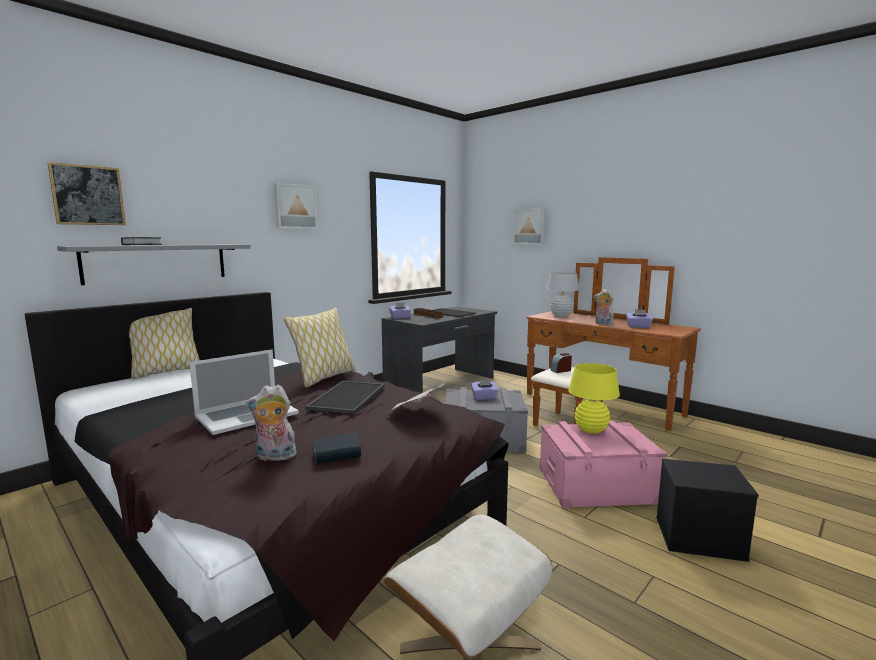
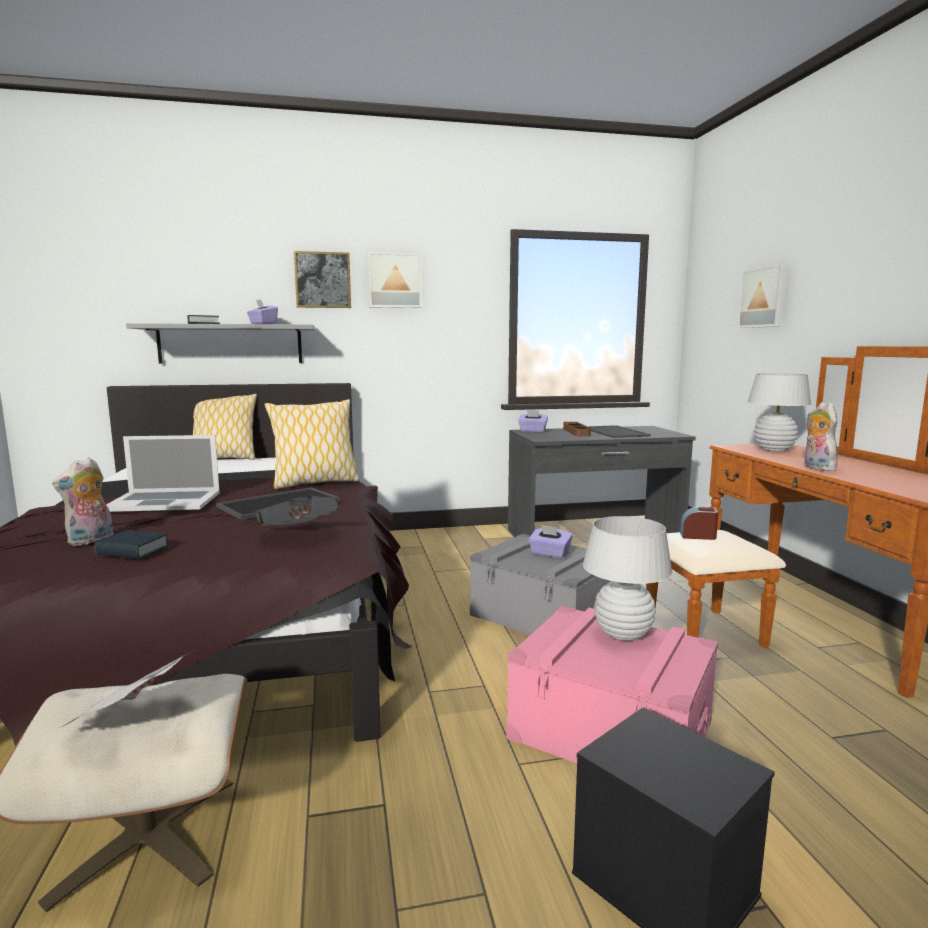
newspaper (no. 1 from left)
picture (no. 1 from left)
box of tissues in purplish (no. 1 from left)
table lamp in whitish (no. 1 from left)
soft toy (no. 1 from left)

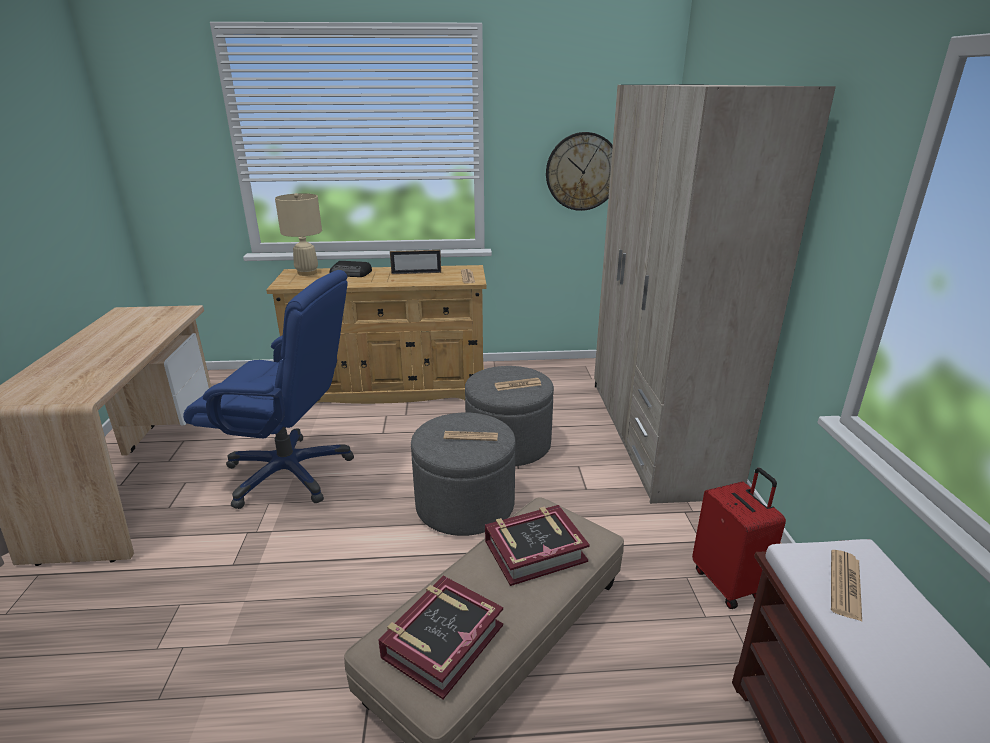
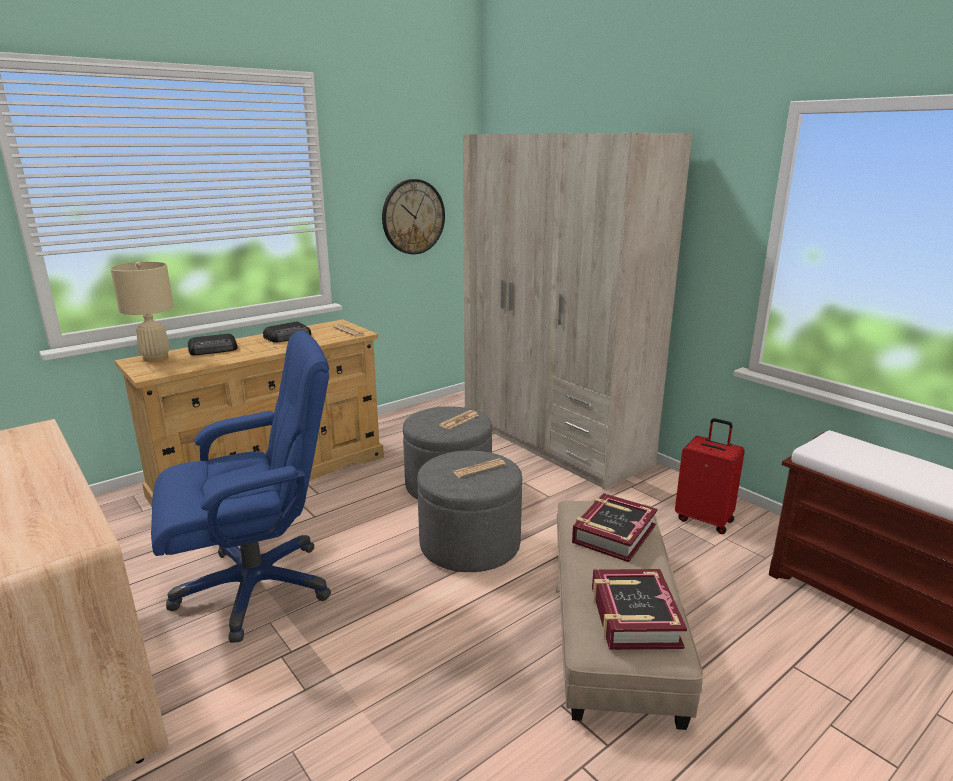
newspaper (no. 4 from left in the first image)
radio (no. 2 from left)

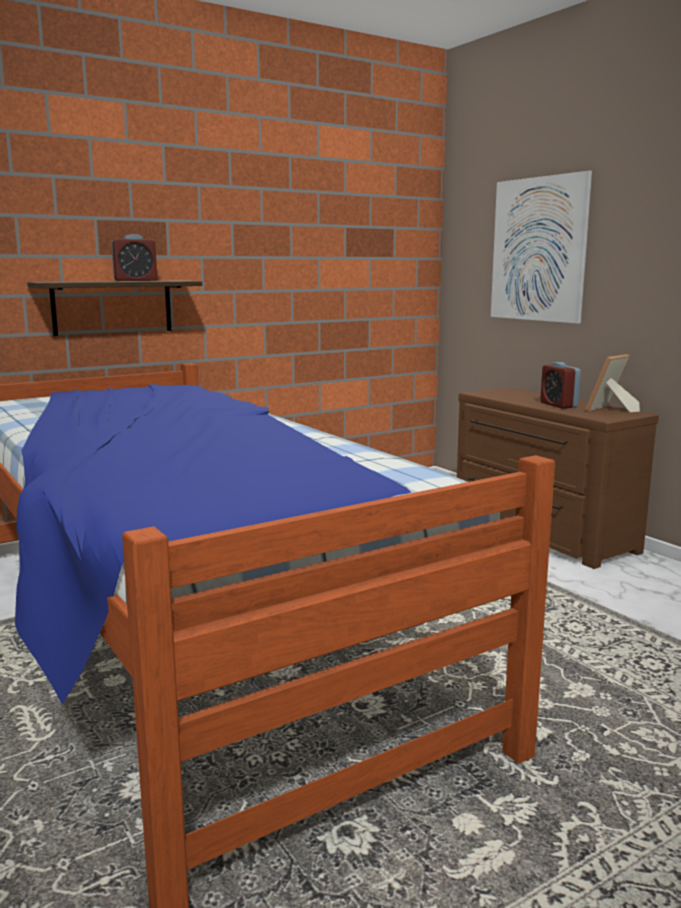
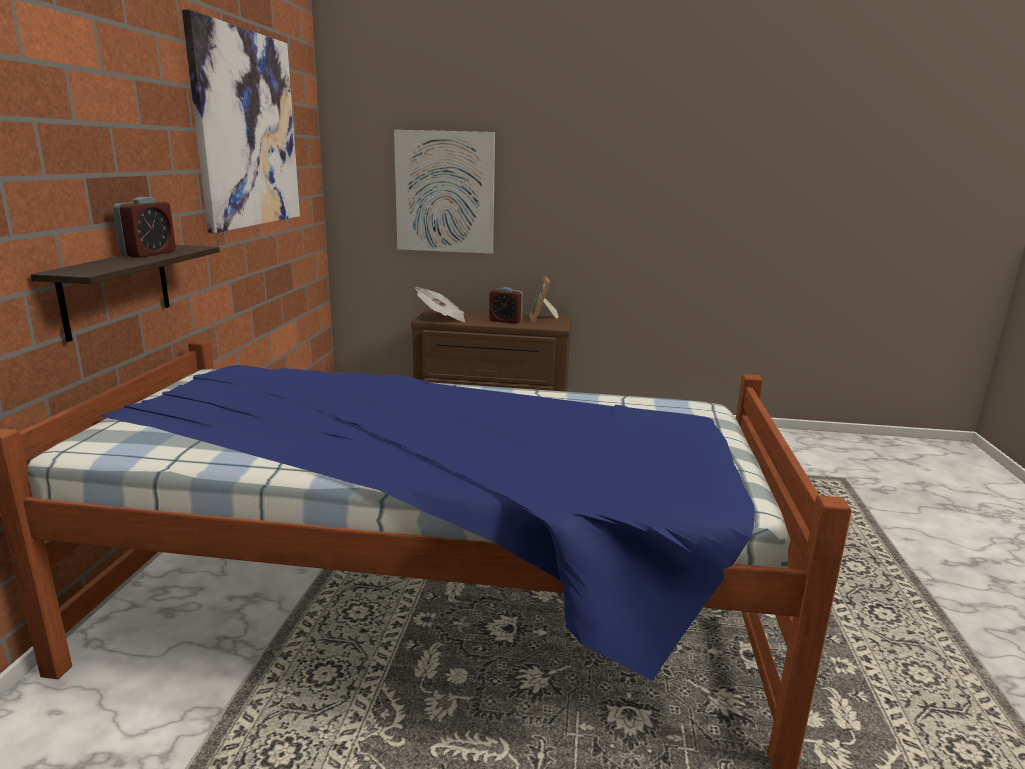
picture (no. 1 from left)
newspaper

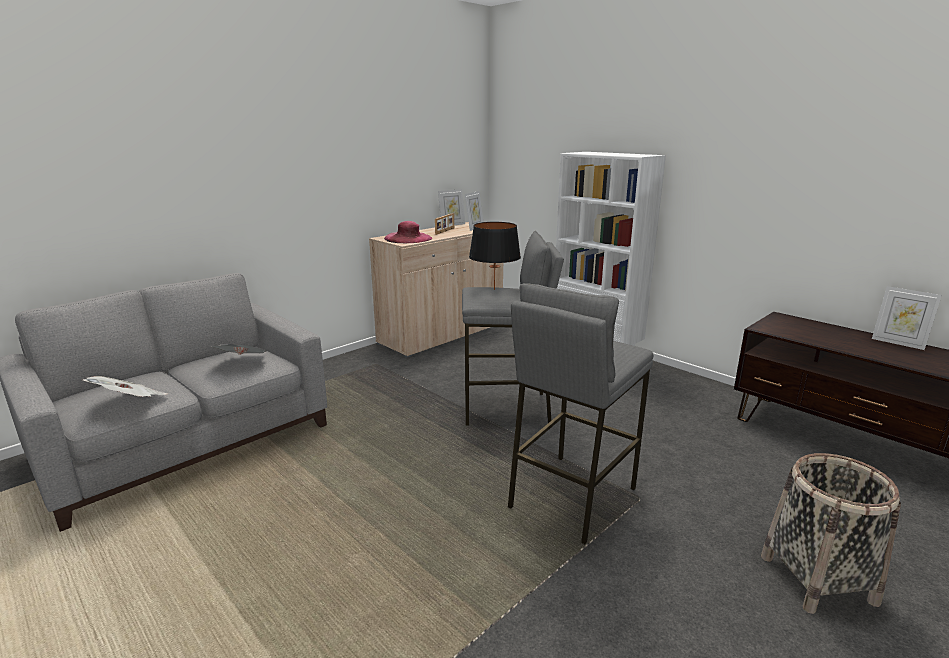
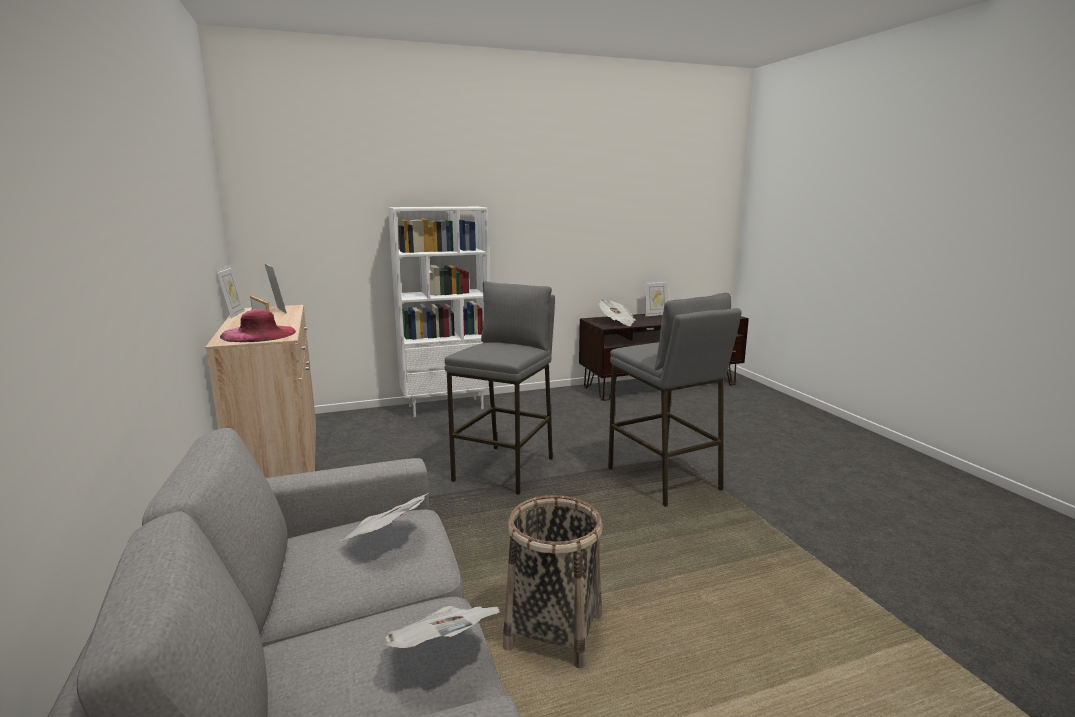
table lamp in blackish
newspaper (no. 3 from left)
household basket

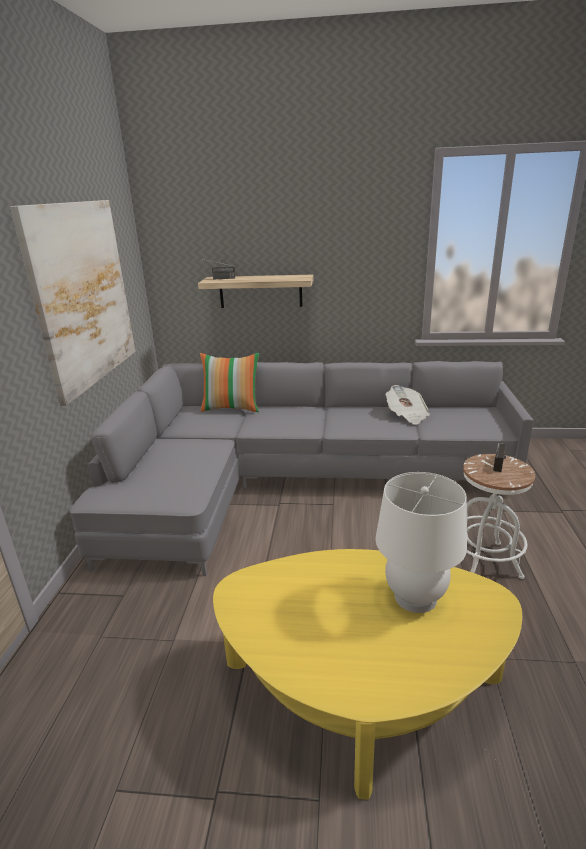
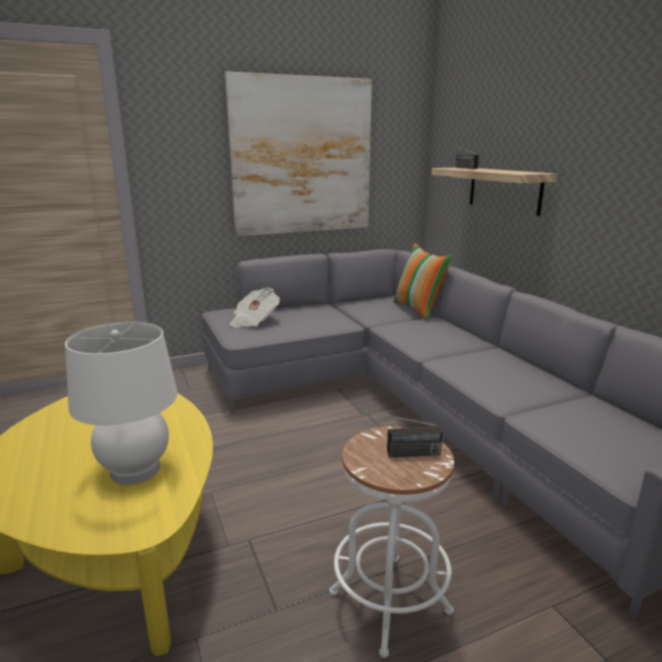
newspaper

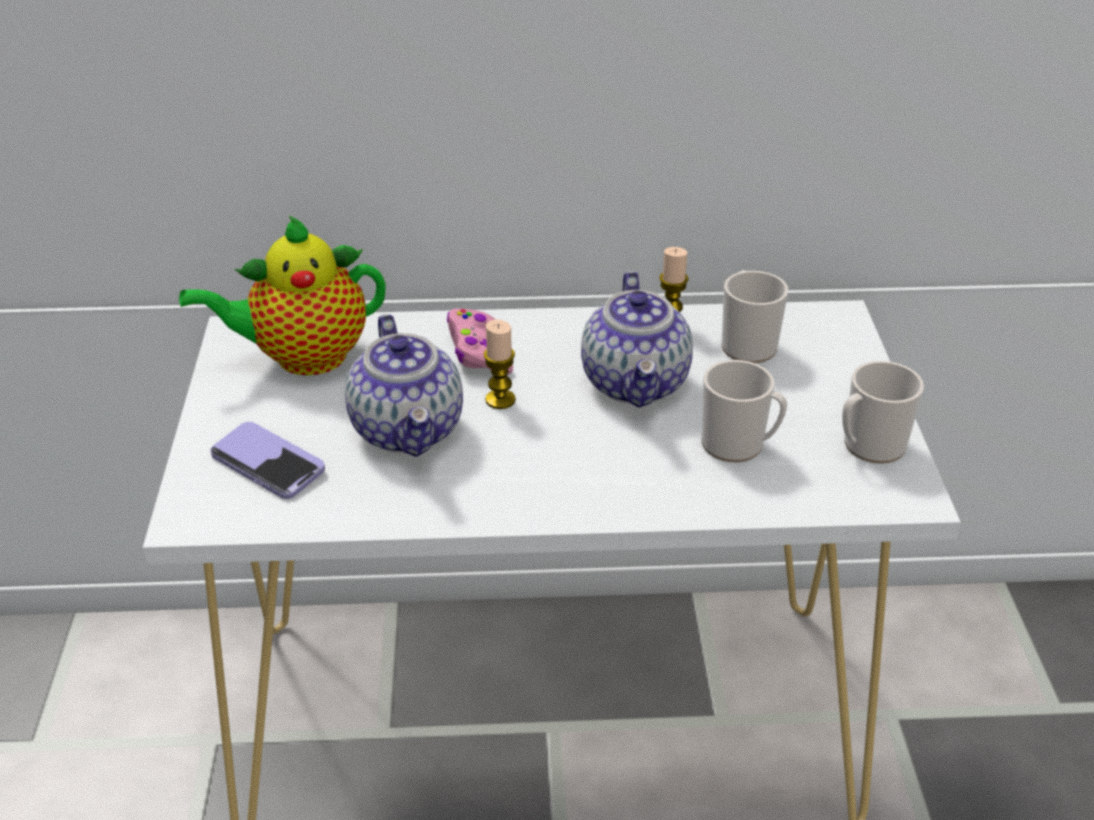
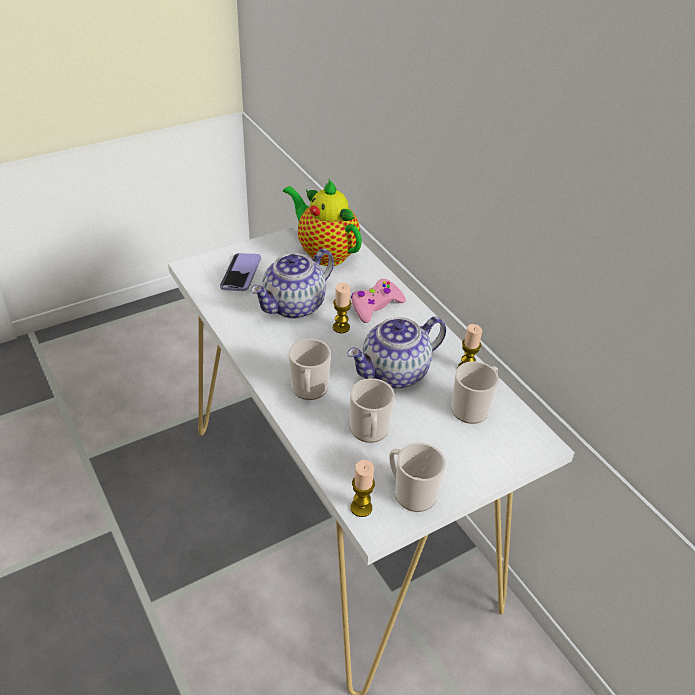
mug (no. 1 from left)
candle (no. 2 from left)

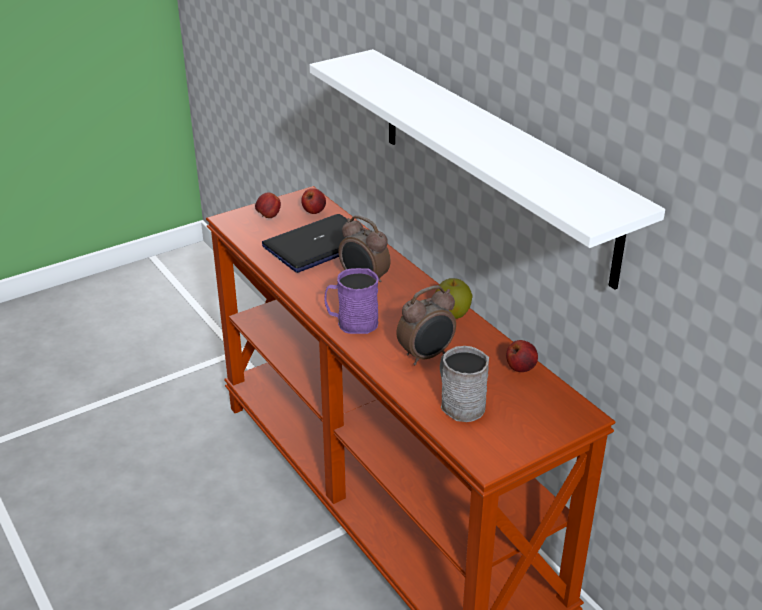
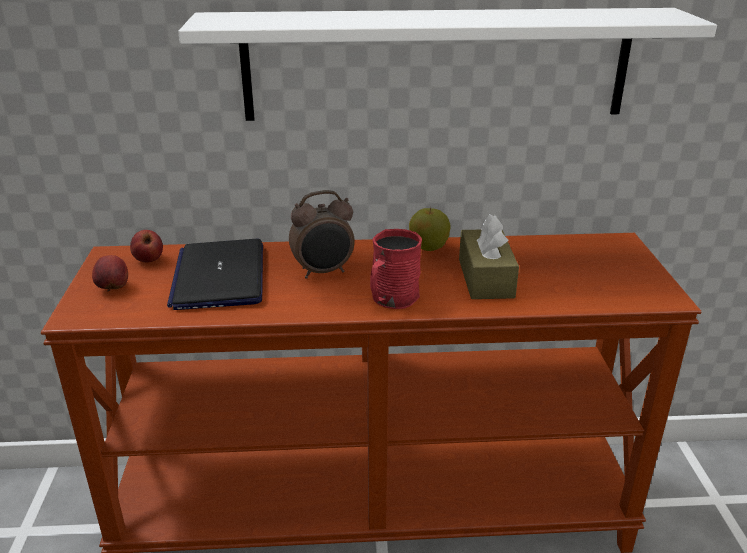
mug in gray
apple (no. 4 from left in the first image)
box of tissues in brown-coloured
mug in red

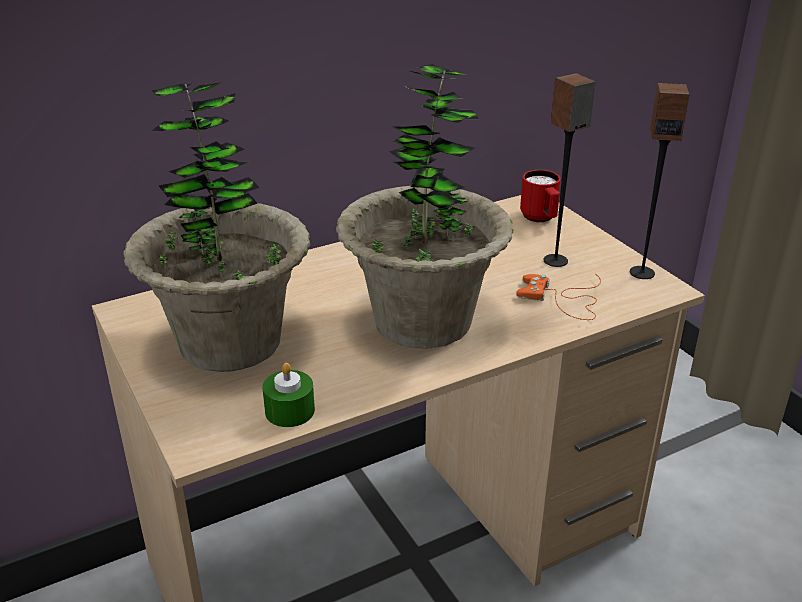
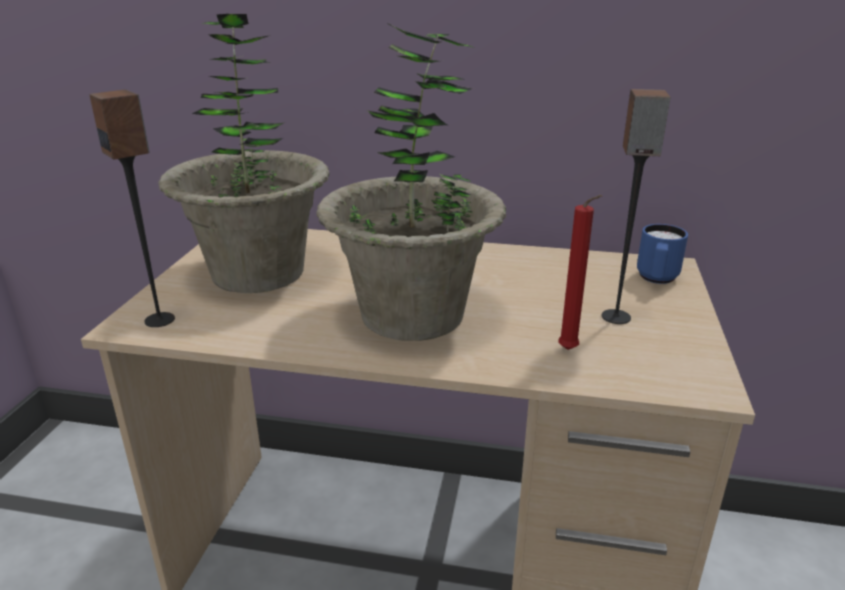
candle in green
speaker (no. 1 from left)
candle in red
mug in blue

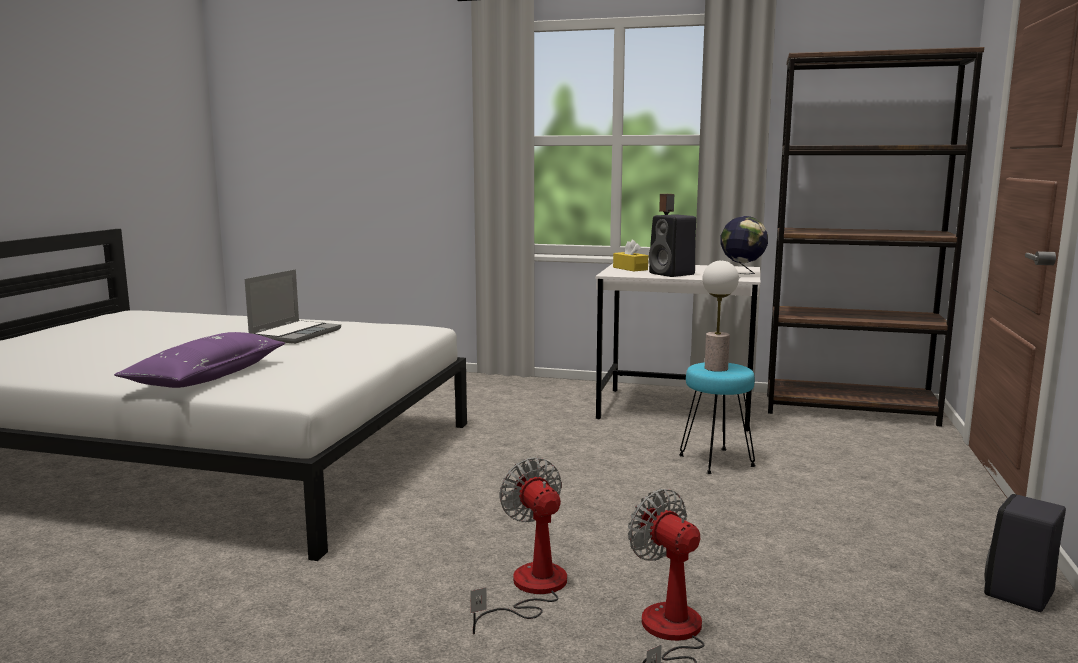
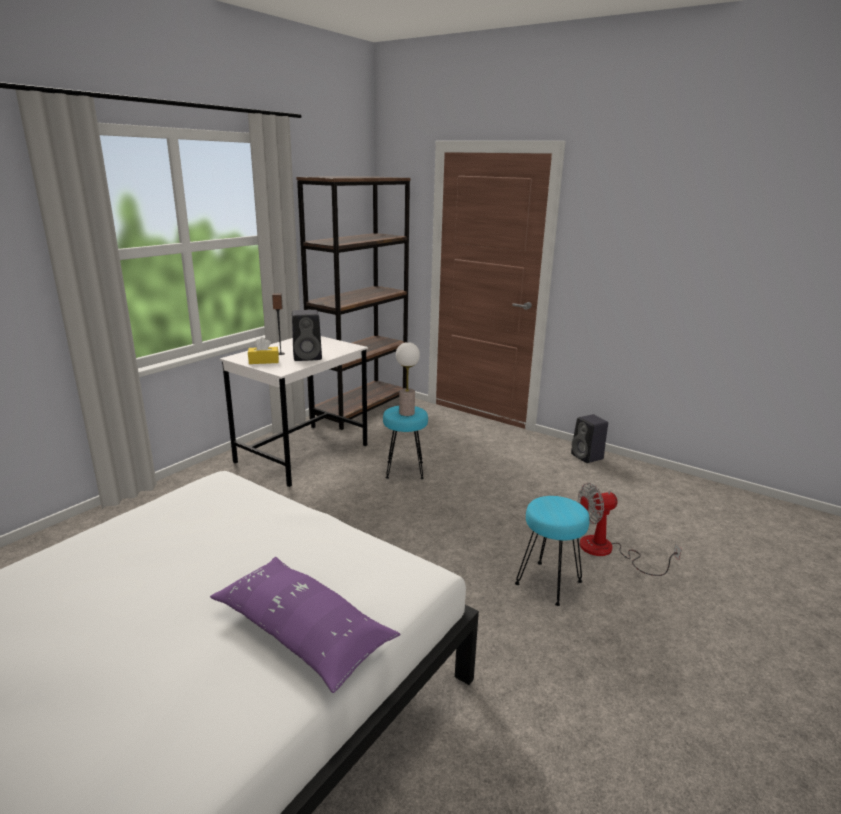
notebook computer
desk globe
stool seat in turquoise (no. 2 from left)

